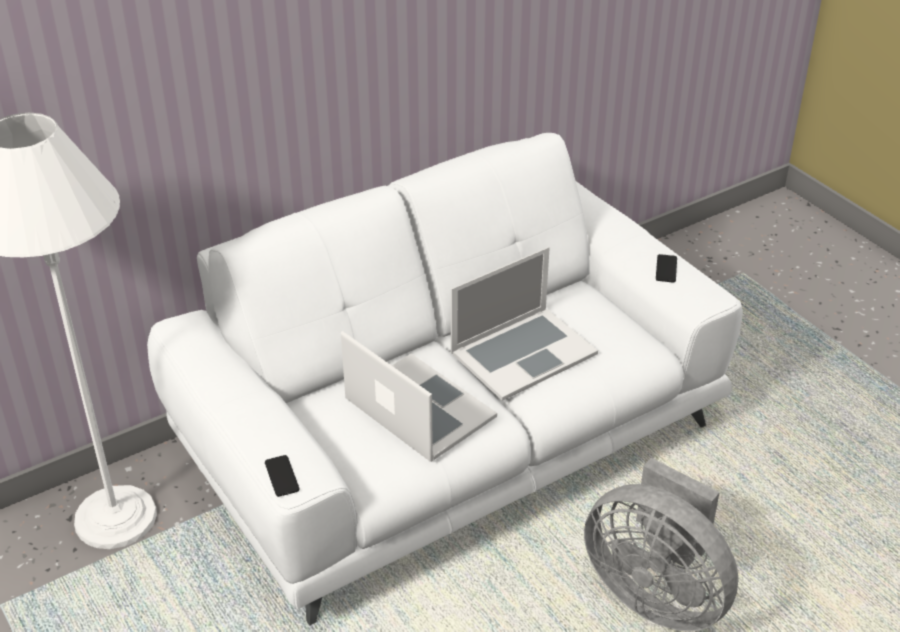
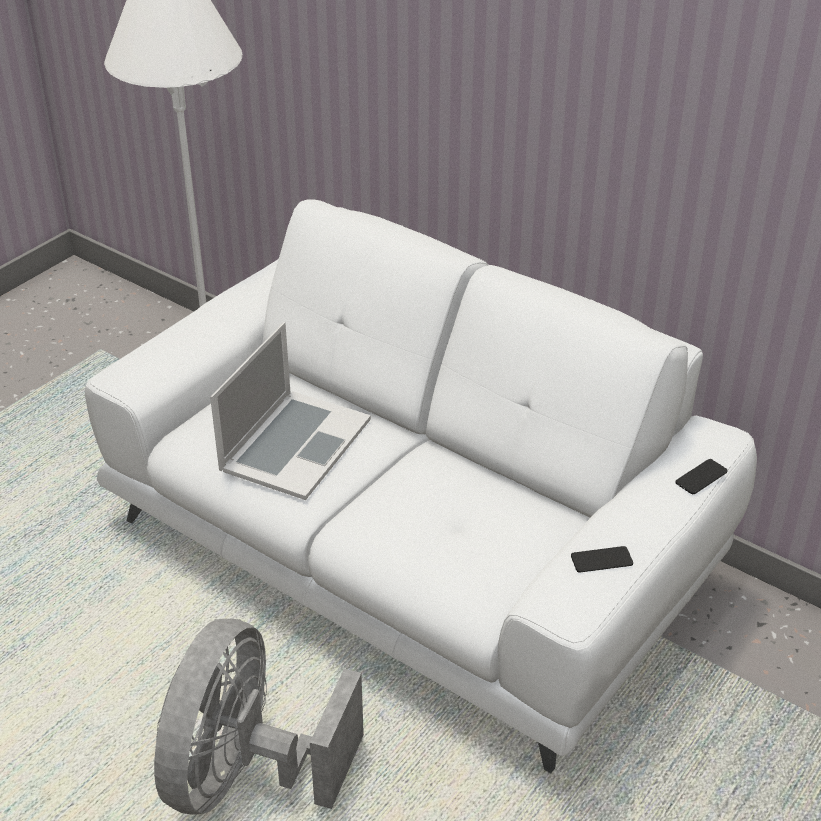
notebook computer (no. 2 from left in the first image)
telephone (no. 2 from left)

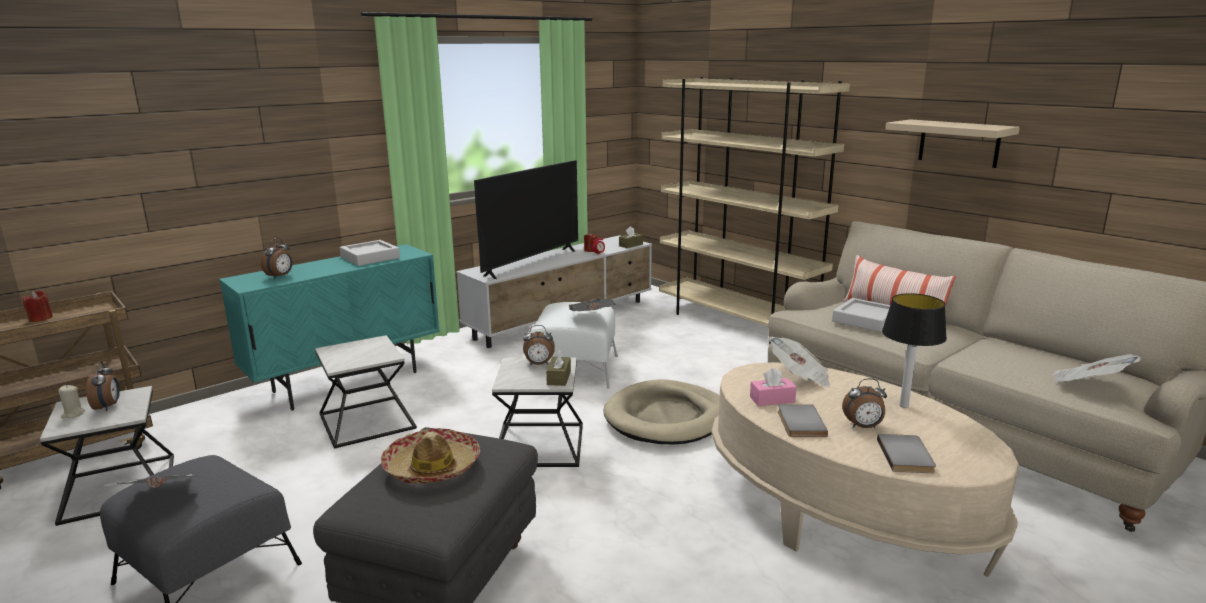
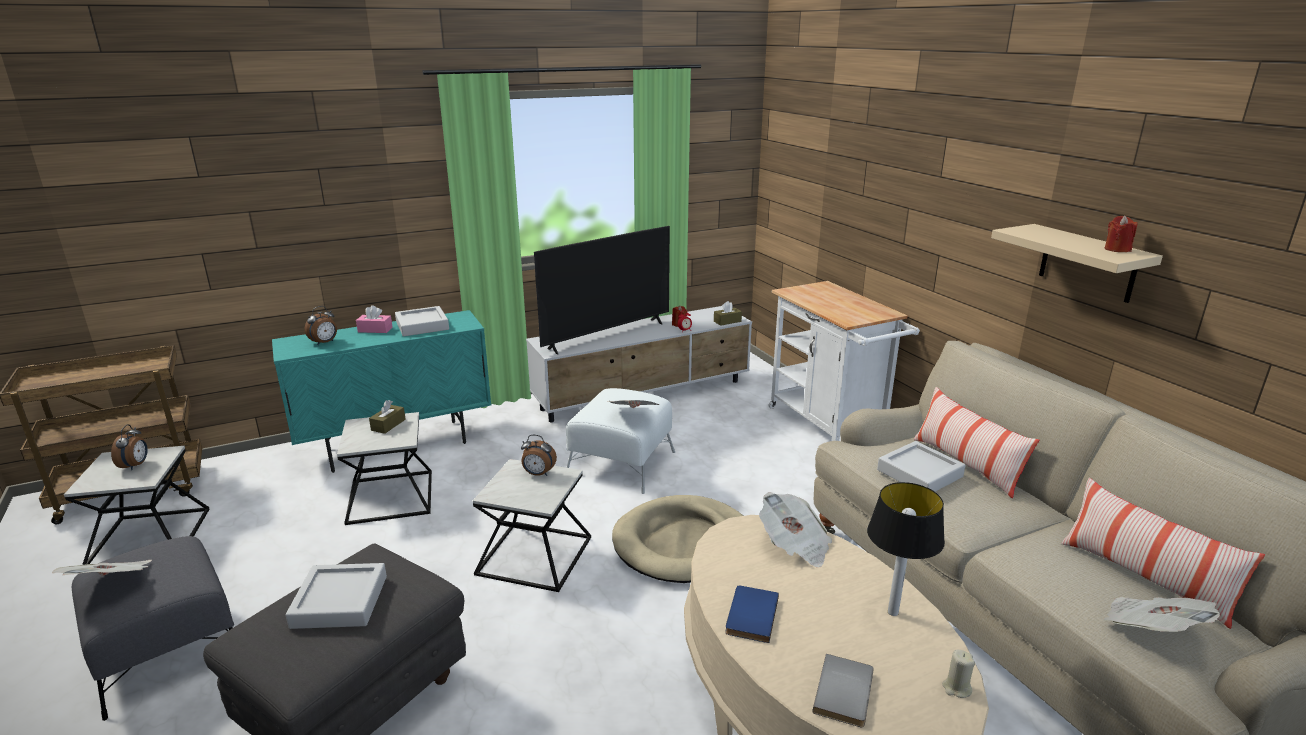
alarm clock (no. 5 from left in the first image)
cushion (no. 2 from left)
candle in red (no. 2 from left)
candle in beige
box of tissues in brown-coloured (no. 1 from left)
box of tissues in pink-coloured
tray in gray (no. 1 from left)
wheeled cart in whitish
book in blue

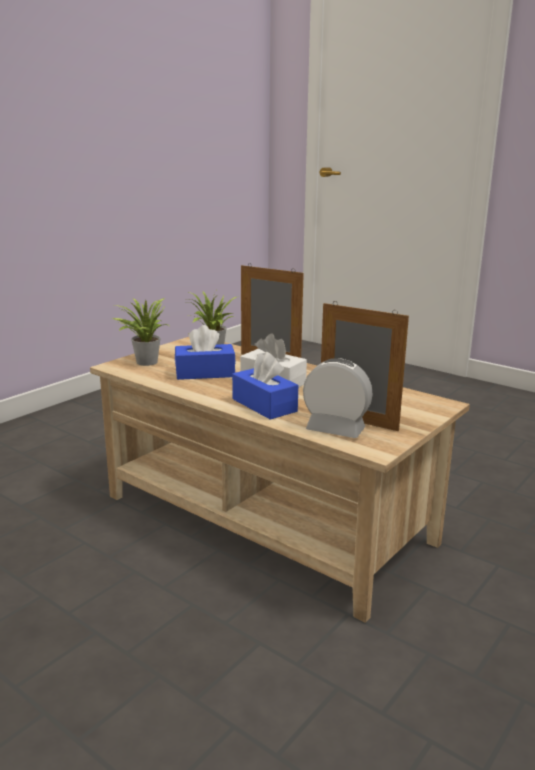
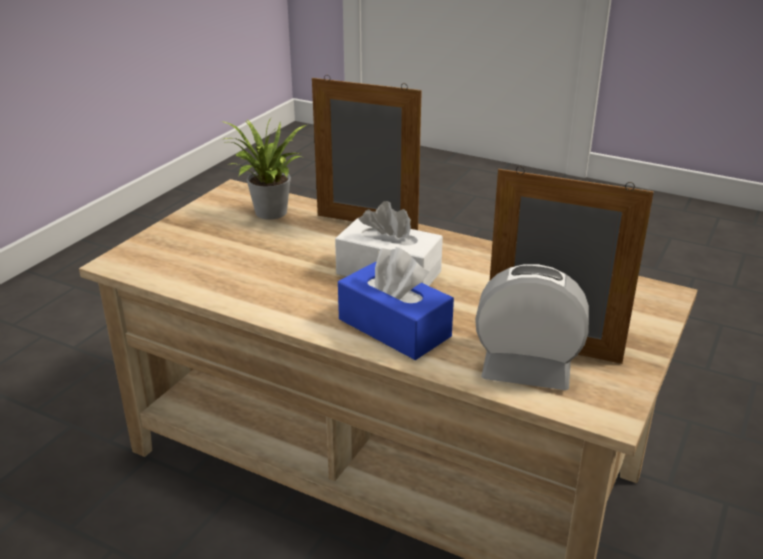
plant in a pot (no. 1 from left in the first image)
box of tissues in blue (no. 1 from left in the first image)

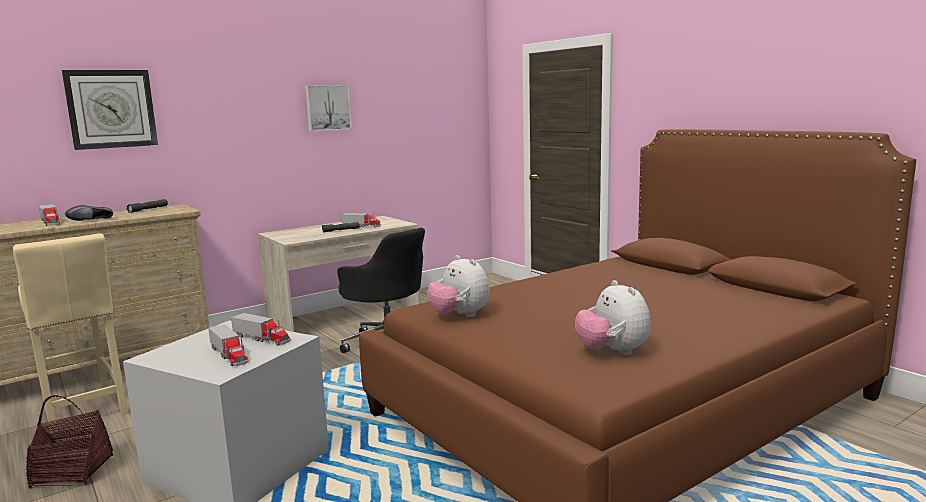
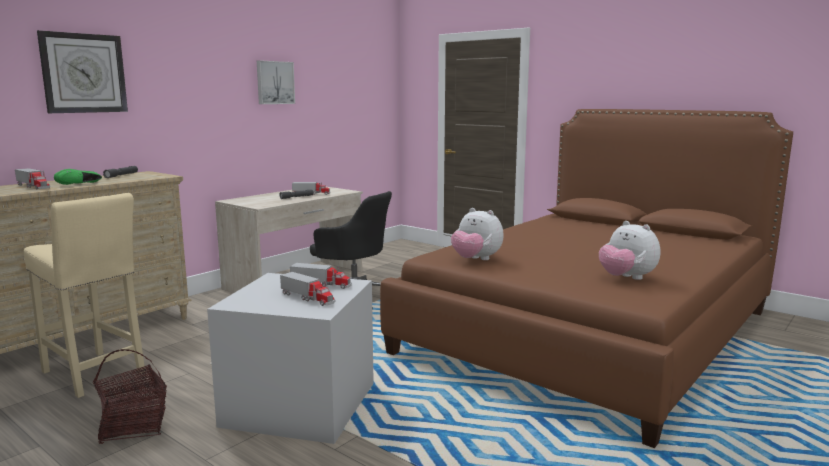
shoe in green

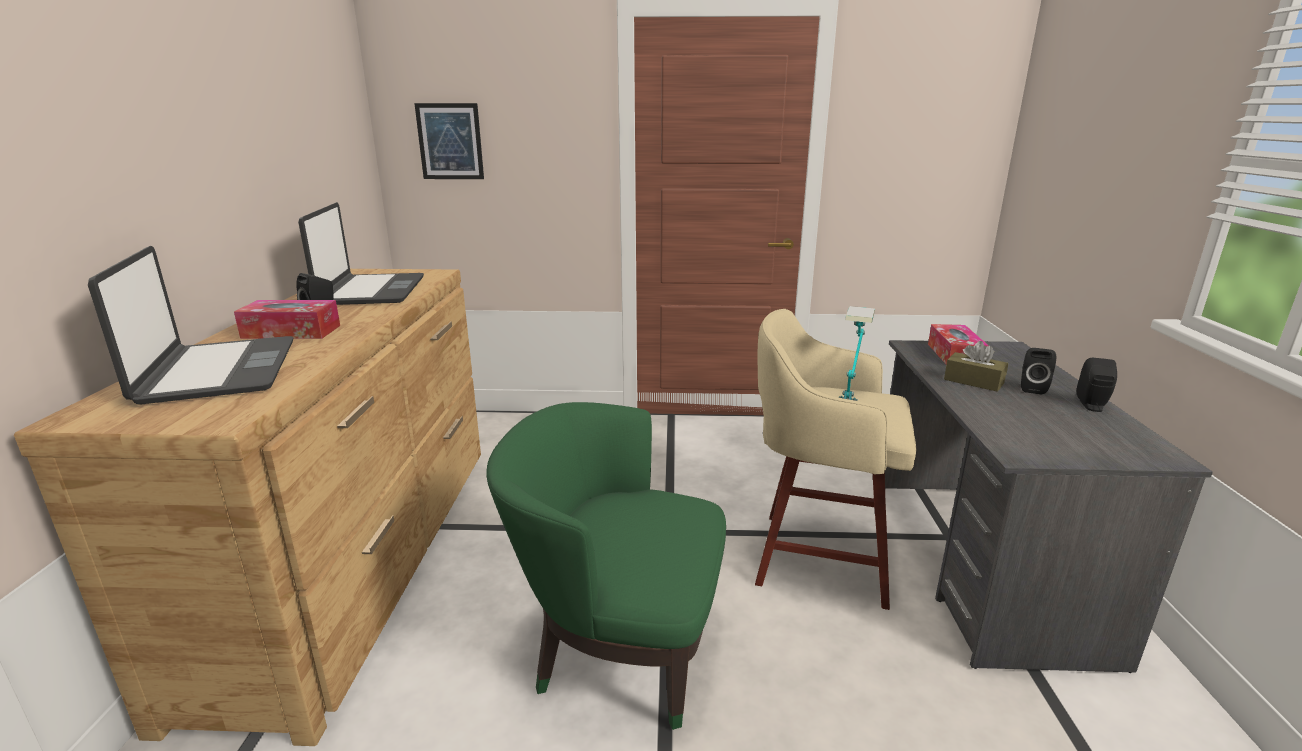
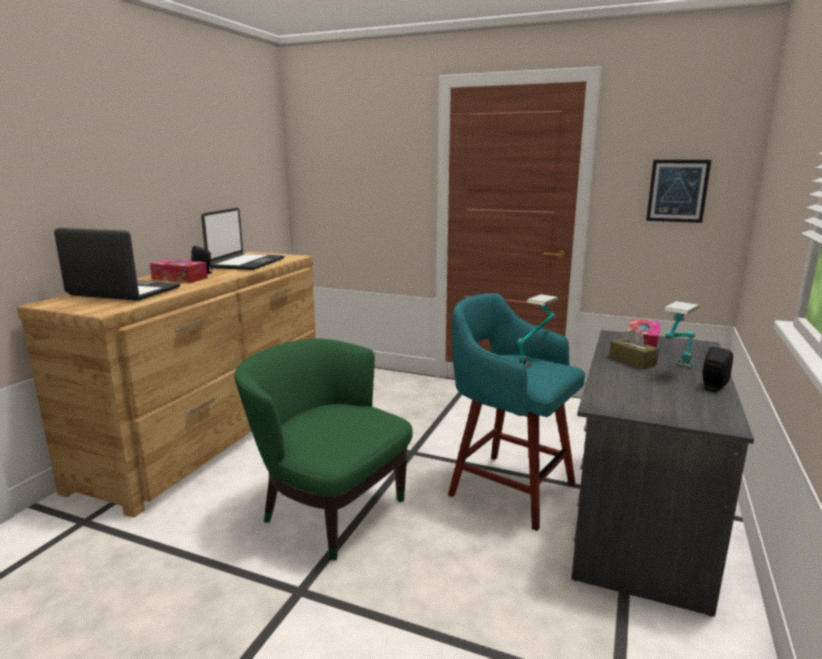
picture
table lamp (no. 2 from left)
stool seat in turquoise
notebook computer (no. 1 from left)

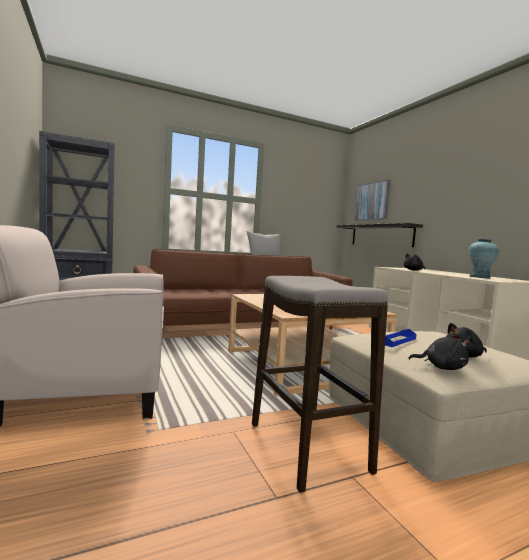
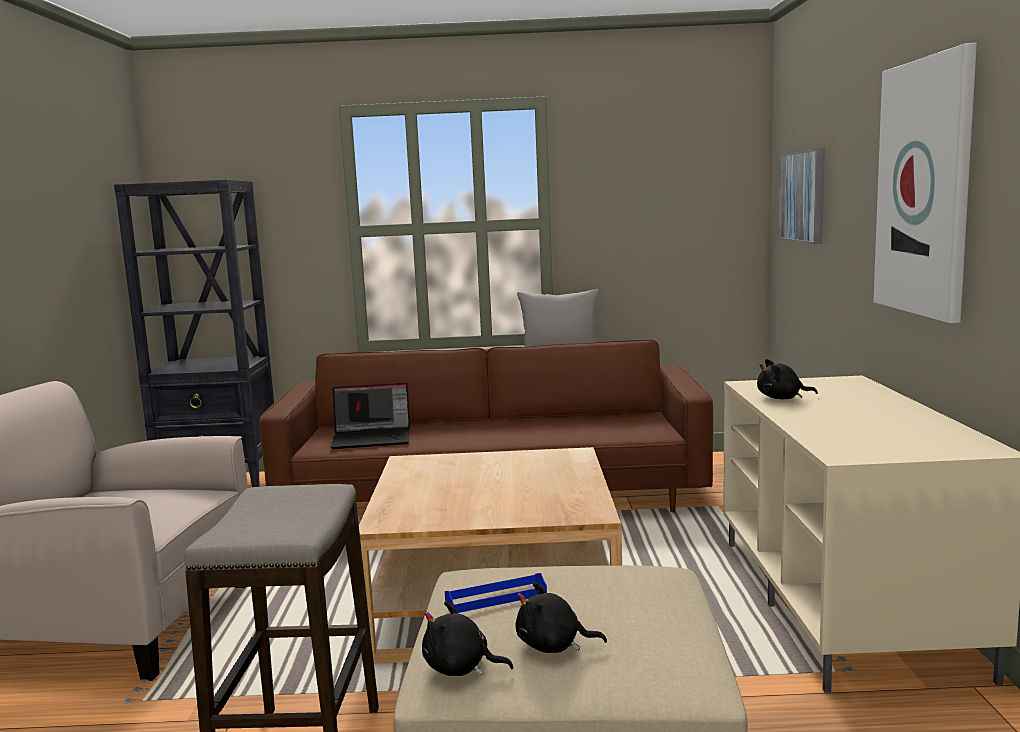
wall shelf
decorative vase in turquoise
notebook computer
picture (no. 2 from left)
soft toy in blackish (no. 1 from left)

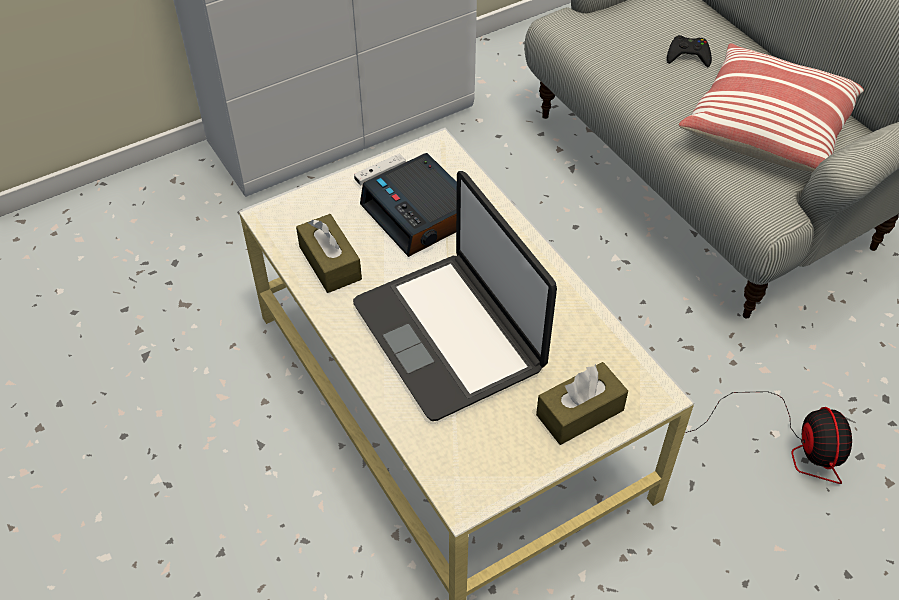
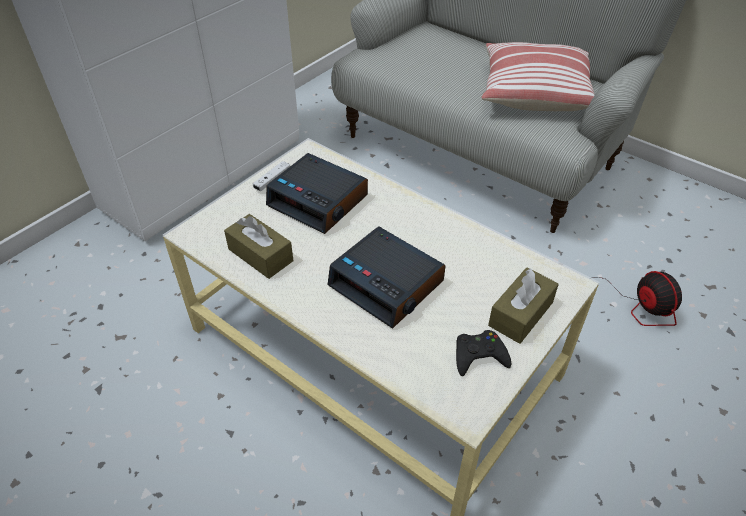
game controller in blackish
alarm clock (no. 2 from left)

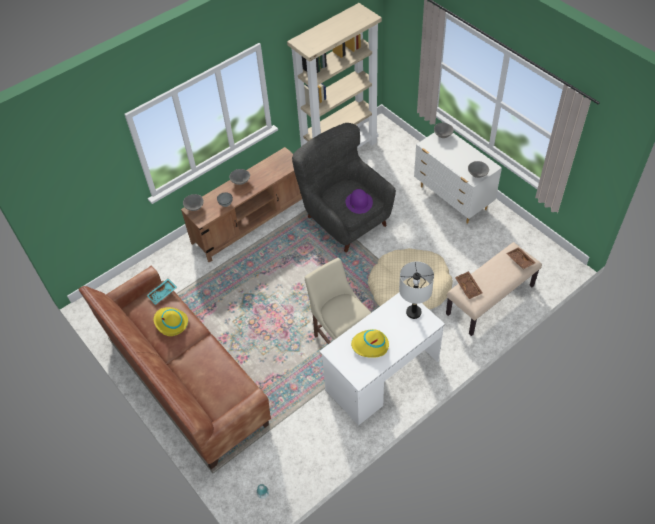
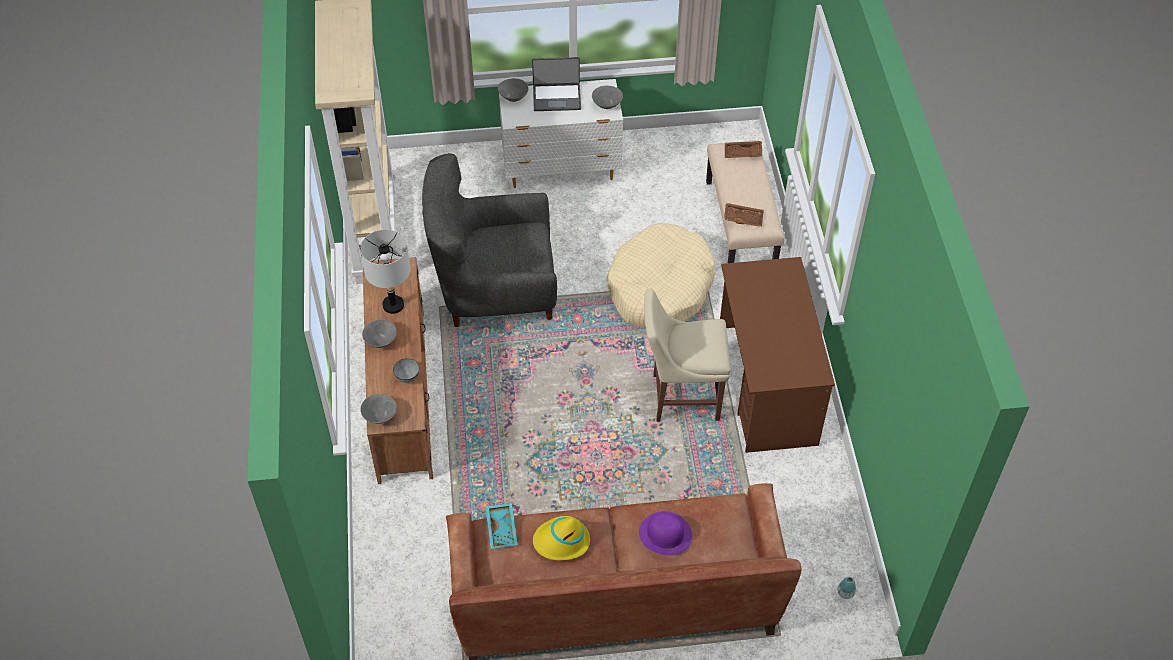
hat in yellowish (no. 2 from left in the first image)
notebook computer
hat in purplish
table lamp in gray
desk unit in brown-coloured

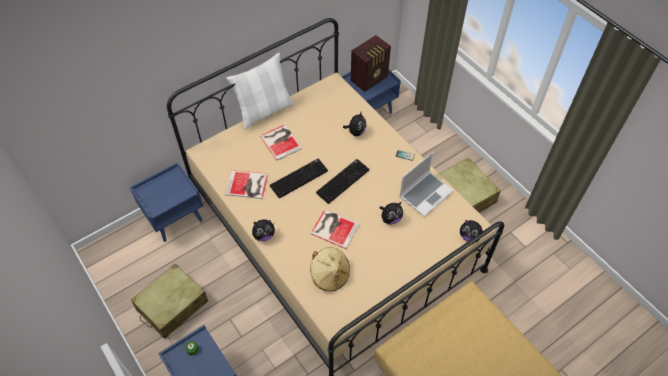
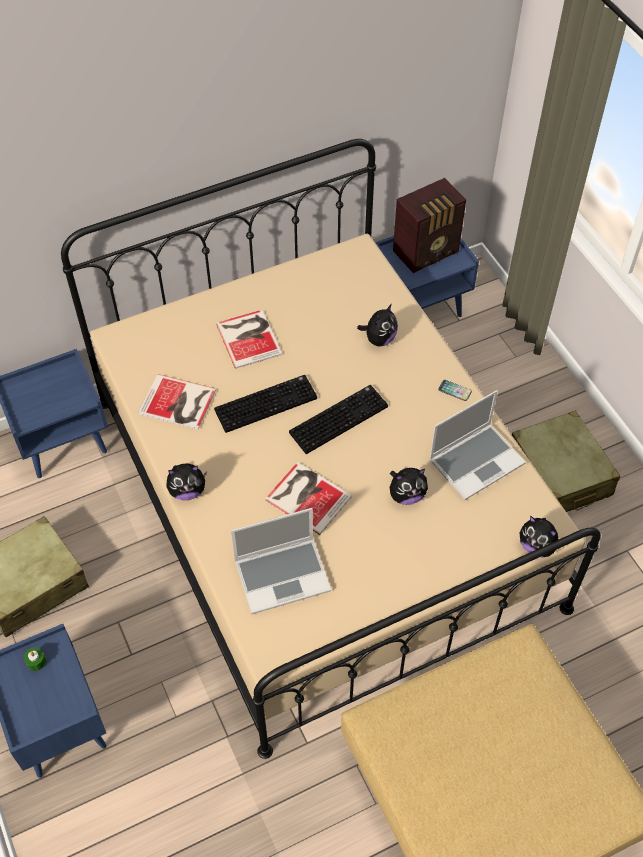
cushion in whitish
notebook computer (no. 1 from left)

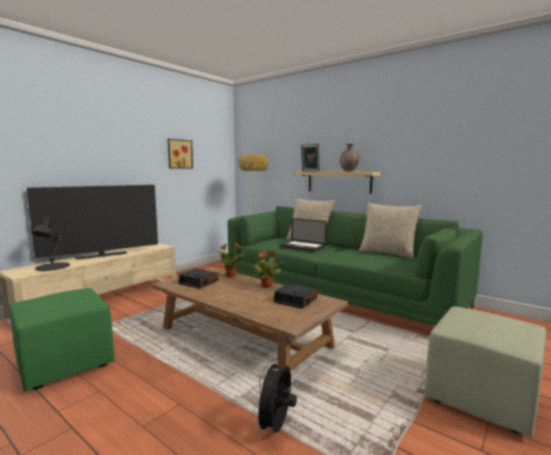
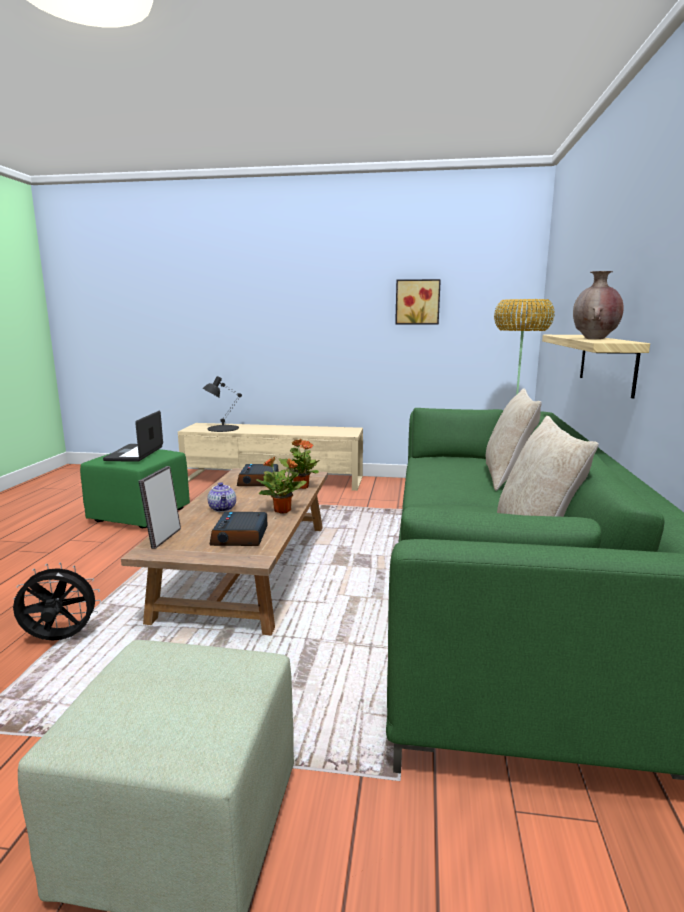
TV
teapot
notebook computer
photo frame

